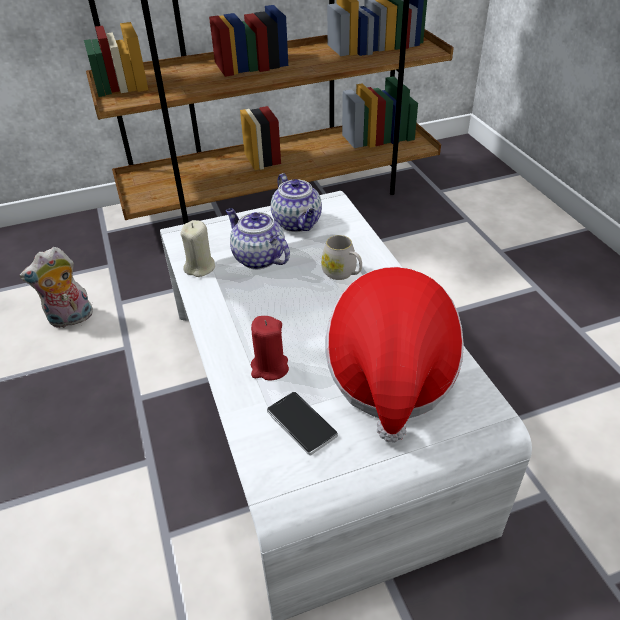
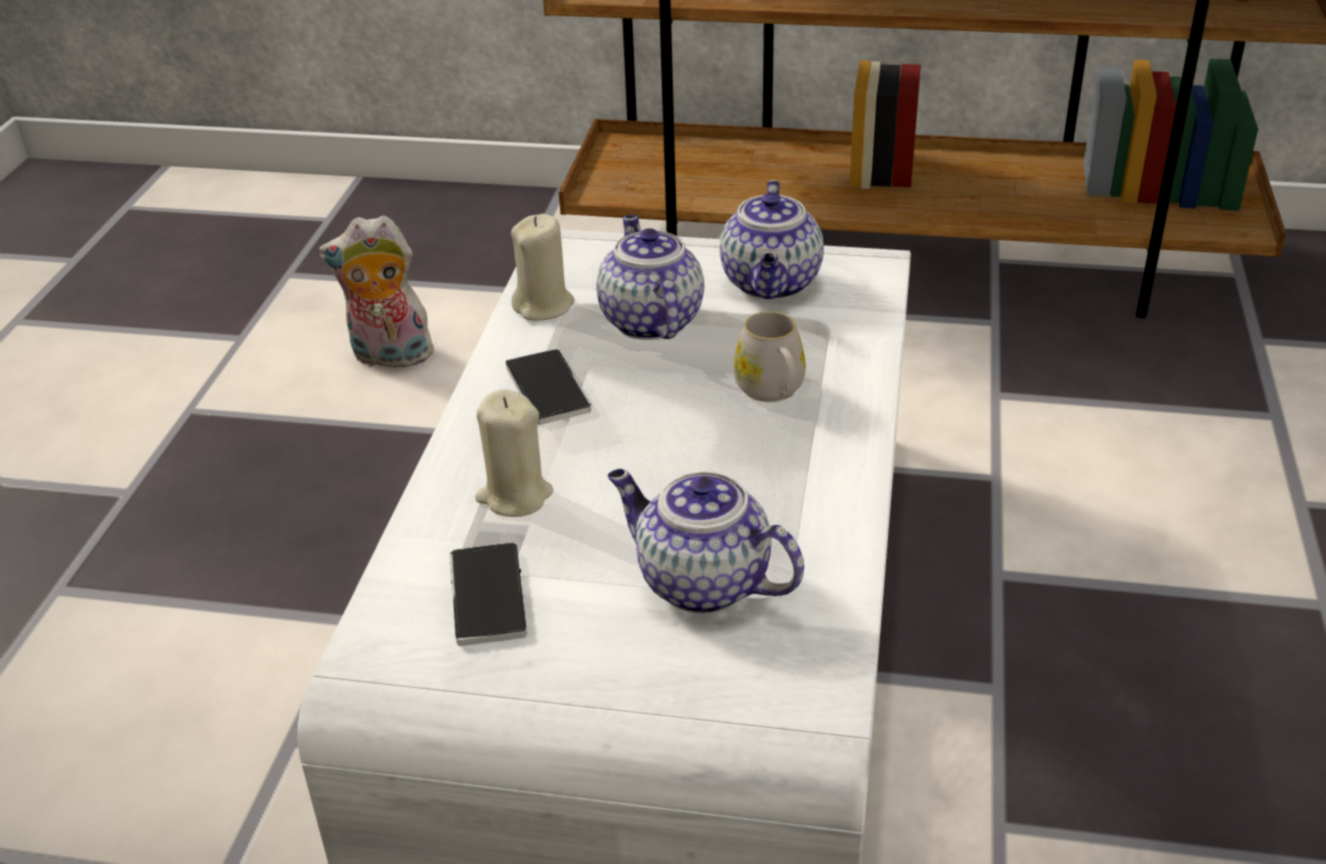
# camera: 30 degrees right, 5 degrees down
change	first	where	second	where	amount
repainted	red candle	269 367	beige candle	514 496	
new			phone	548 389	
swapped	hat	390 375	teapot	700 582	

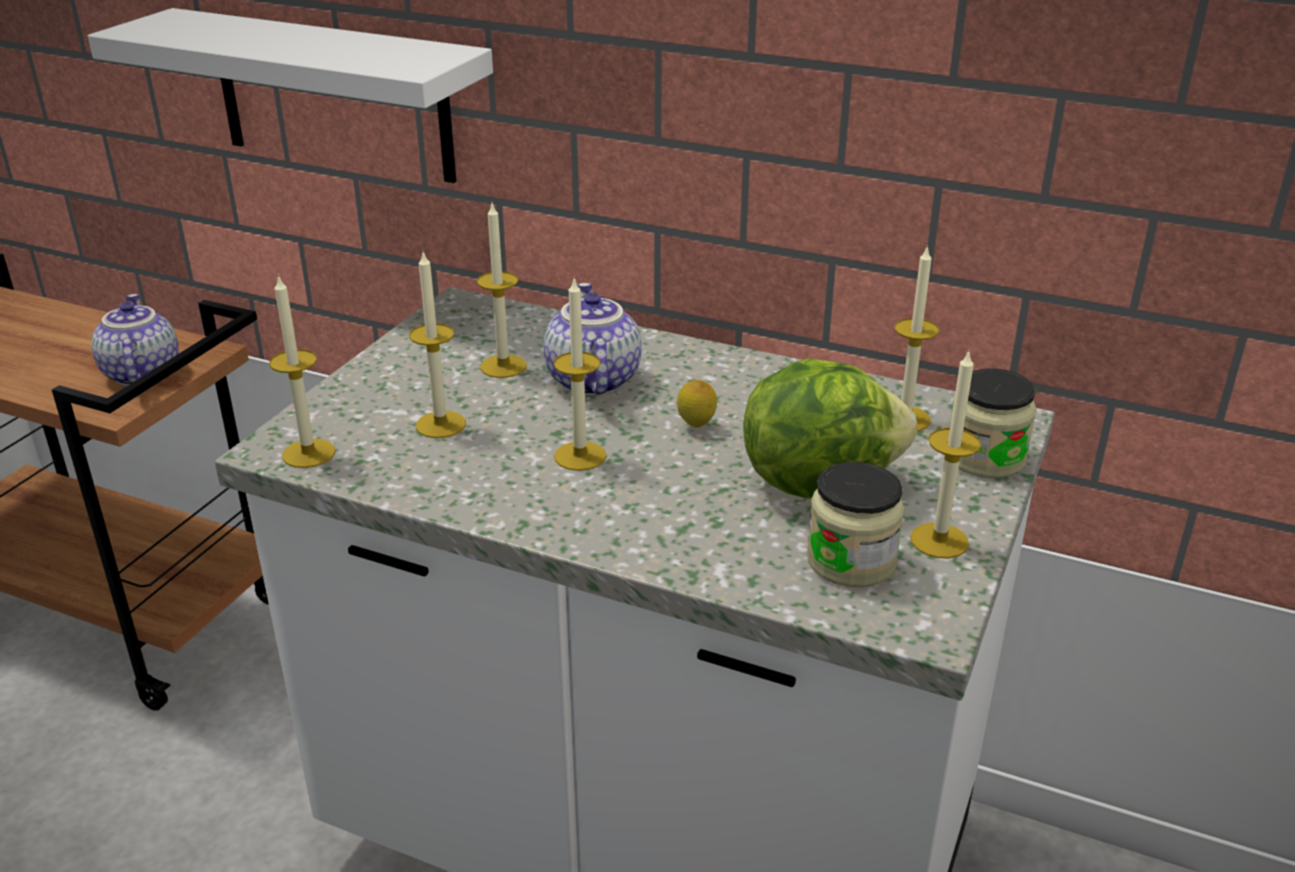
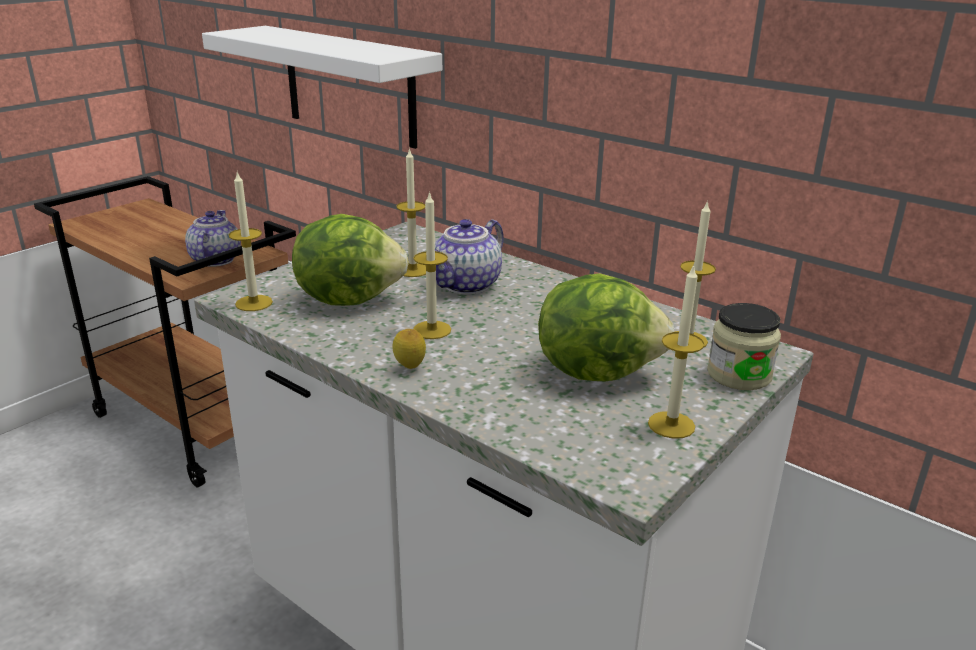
# camera: 15 degrees right, 5 degrees down
change	first	where	second	where	amount
swapped	candle	441 424	lettuce	349 298	
shifted	lemon	696 427		409 368	
rotated	teapot	590 380		467 286	150 degrees counterclockwise
gone	jar	851 561			

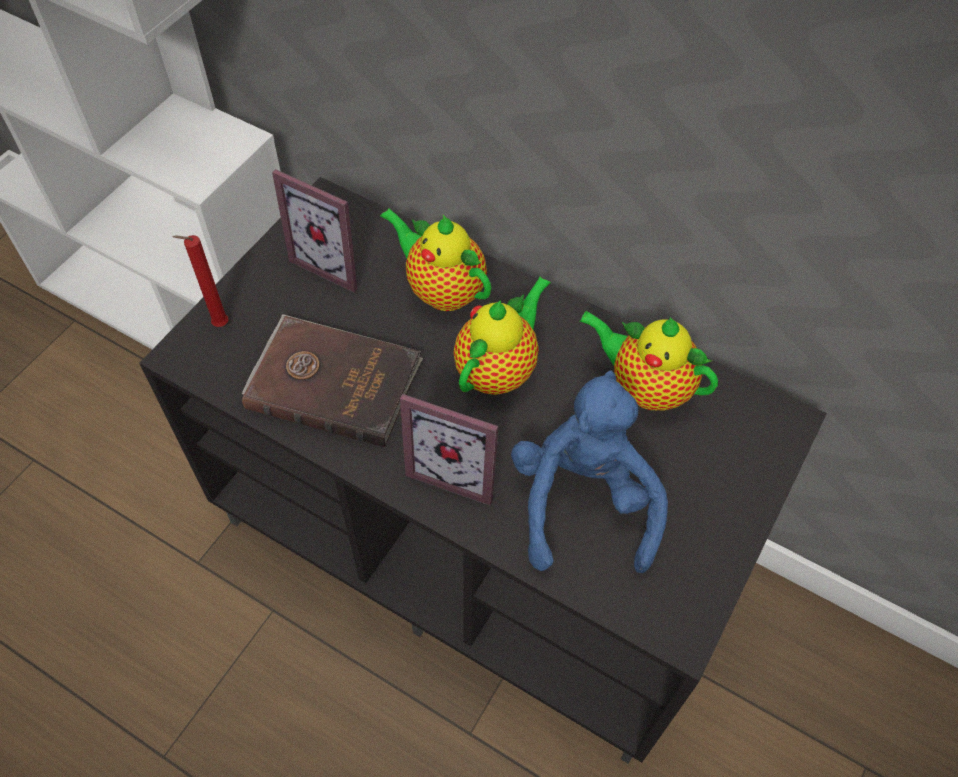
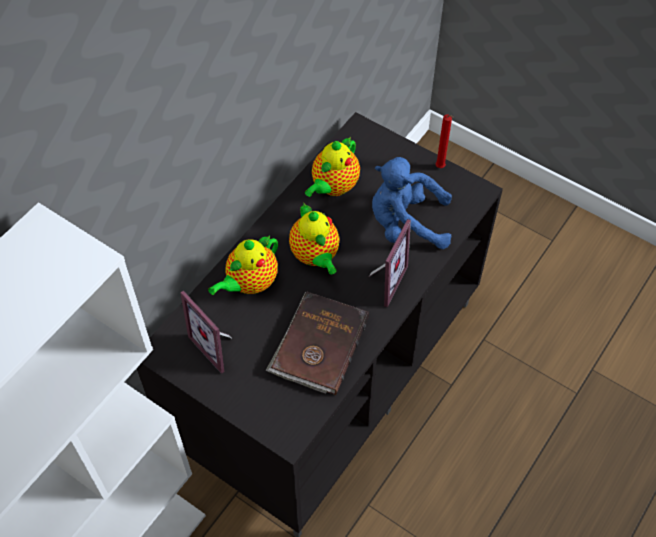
# camera: 85 degrees left, 0 degrees up
change	first	where	second	where	amount
rotated	picture frame	334 261		217 346	105 degrees clockwise
rotated	teapot	499 369		315 256	150 degrees counterclockwise
shifted	red candle	218 325		440 168	

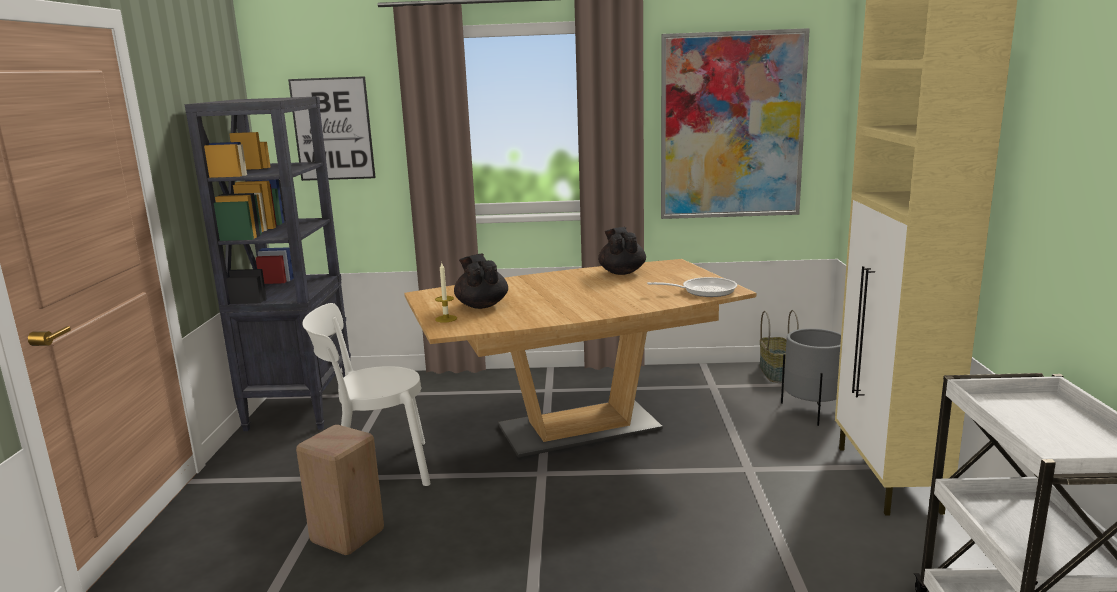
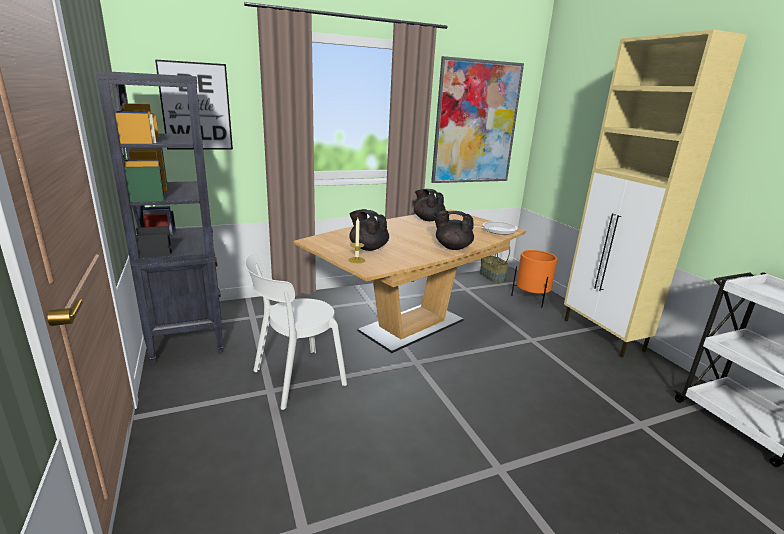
# camera: 25 degrees left, 5 degrees up
change	first	where	second	where	amount
new			black teapot	452 247	
repainted	grey planter	812 410	orange planter	531 298	
gone	beige stool	347 535			

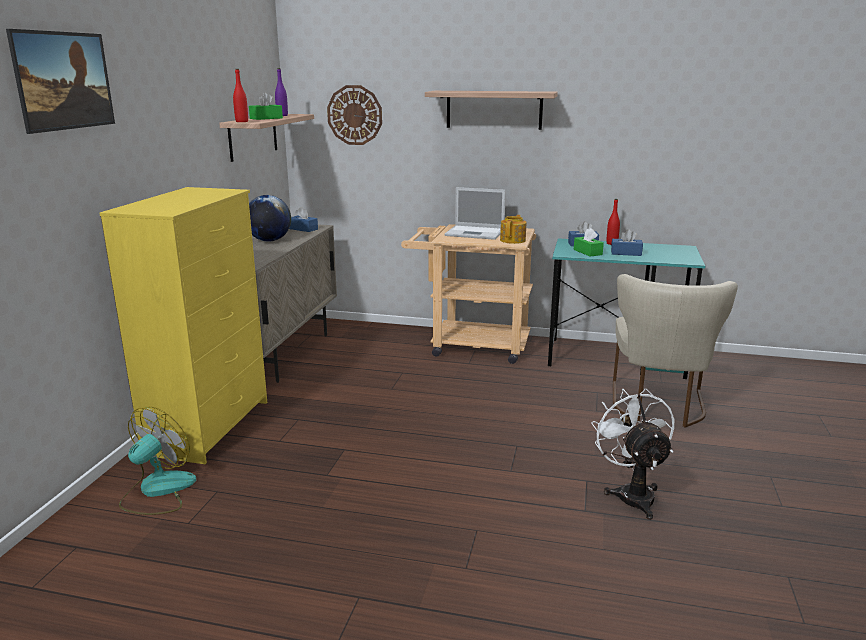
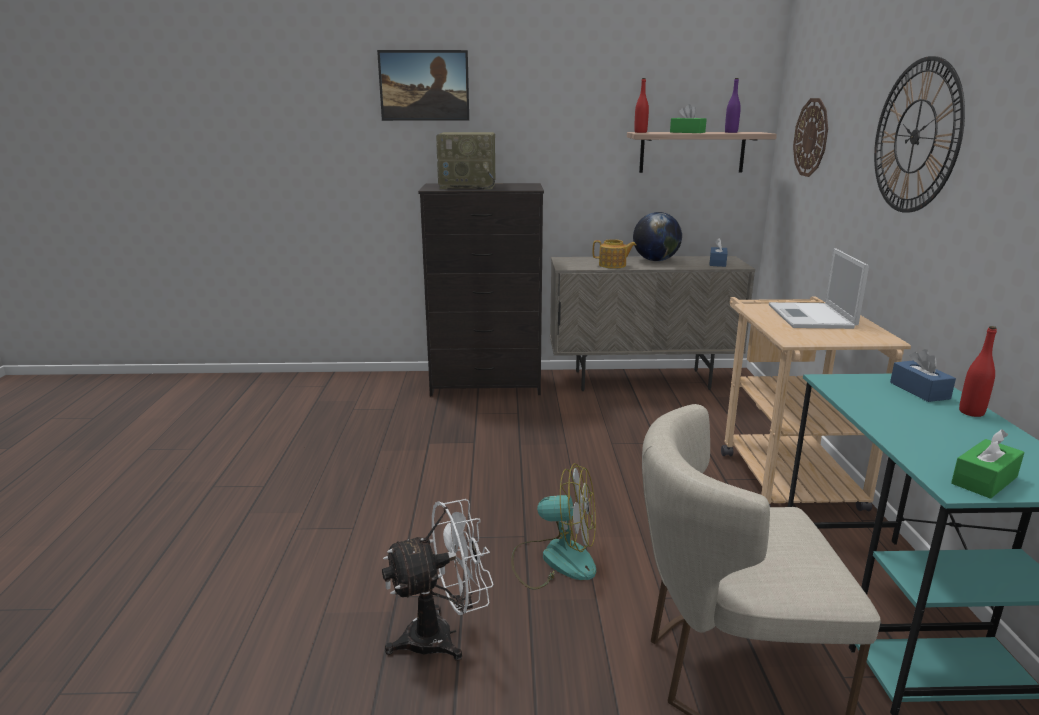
# camera: 75 degrees right, 0 degrees up
change	first	where	second	where	amount
repainted	yellow dresser	210 426	black dresser	486 385	
new			radio	469 186	
shifted	fan	157 491		555 559	
shifted	teapot	513 240		613 265	
swapped	shelf	494 110	wall clock	915 136	
shifted	green tissue box	587 252		984 480	
gone	blue tissue box	626 253			

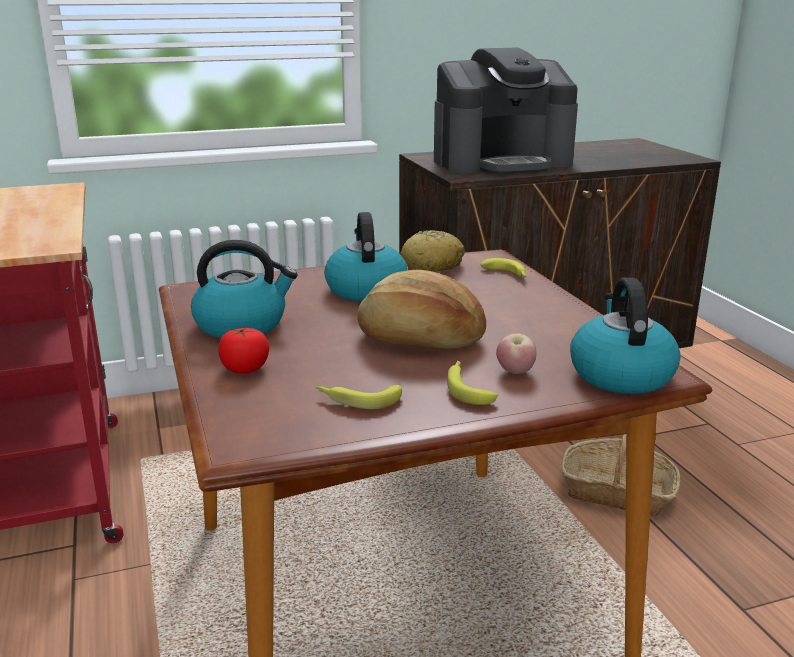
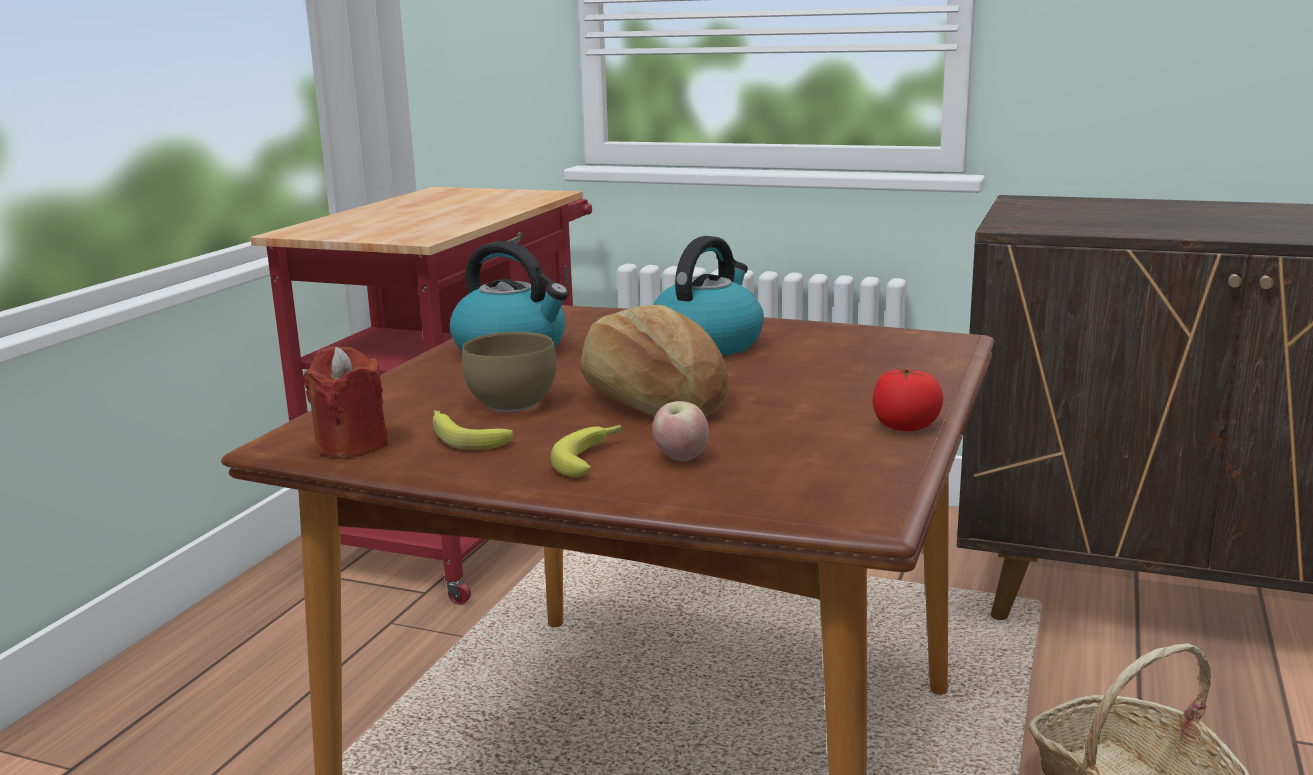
# camera: 40 degrees right, 5 degrees down
change	first	where	second	where	amount
new			red candle	351 446	
new			brown bowl	512 405	
shifted	tomato	245 369		905 426	
gone	bread	432 265			
gone	coffee machine	502 162			
gone	banana	507 275			
gone	kettle	620 374			

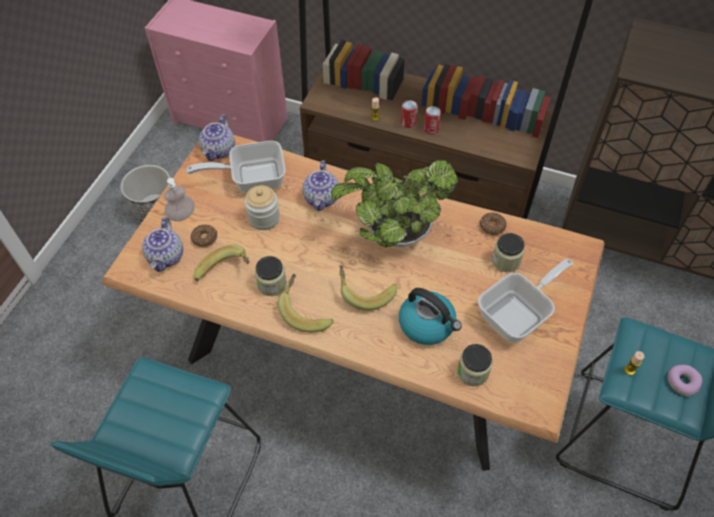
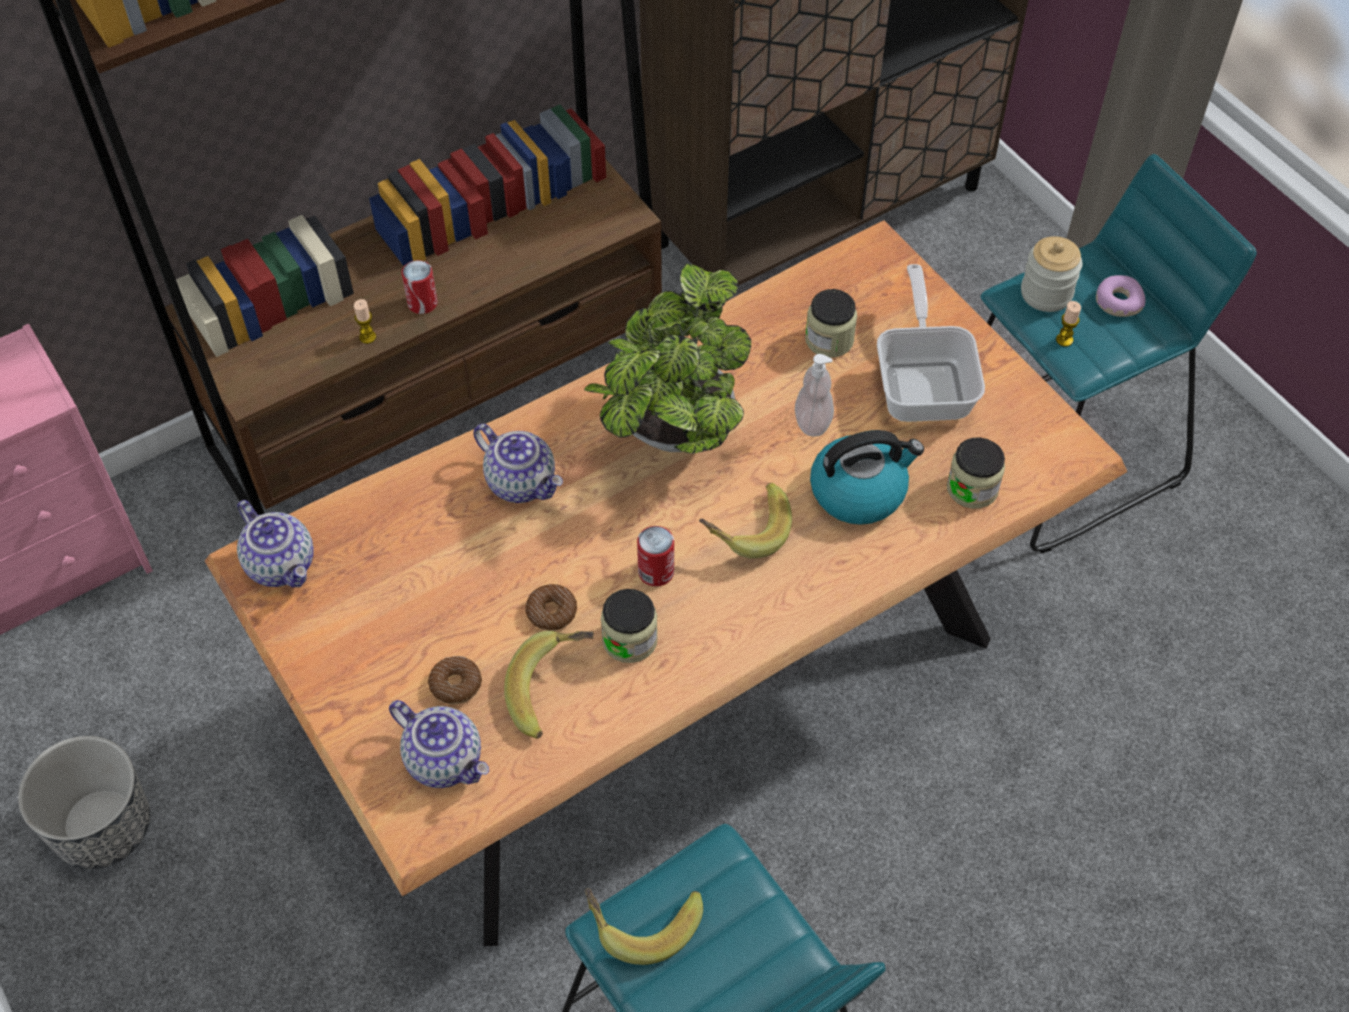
# camera: 55 degrees left, 0 degrees up
change	first	where	second	where	amount
shifted	donut	492 226		551 612	
shifted	banana	306 311		642 921	
shifted	can	431 129		656 572	
shifted	soap dispenser	182 215		812 422	
shifted	jar	264 218		1046 293	
gone	frying pan	251 179			

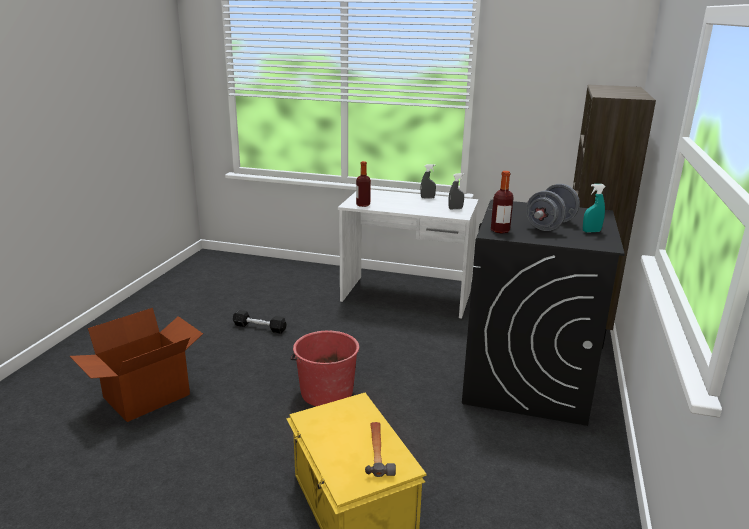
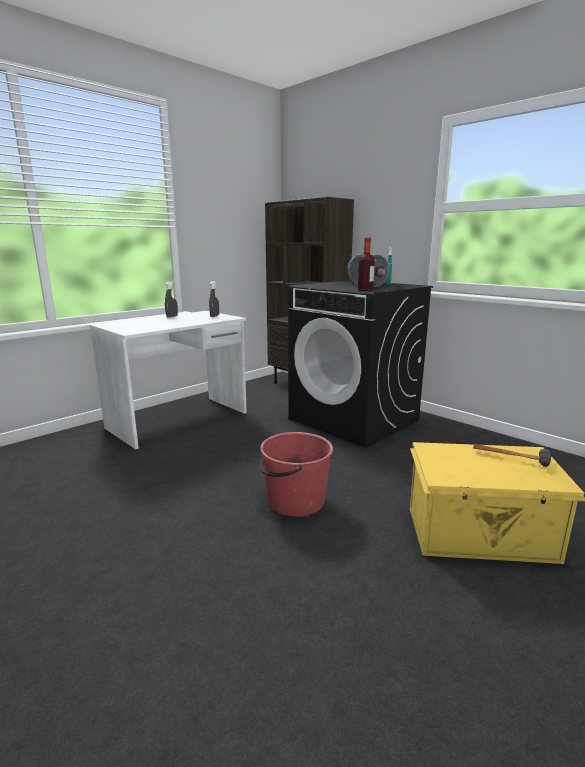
# camera: 60 degrees left, 5 degrees down
change	first	where	second	where	amount
gone	cardboard box	147 397			
gone	black dumbbell	260 327			
gone	bottle	363 205			

